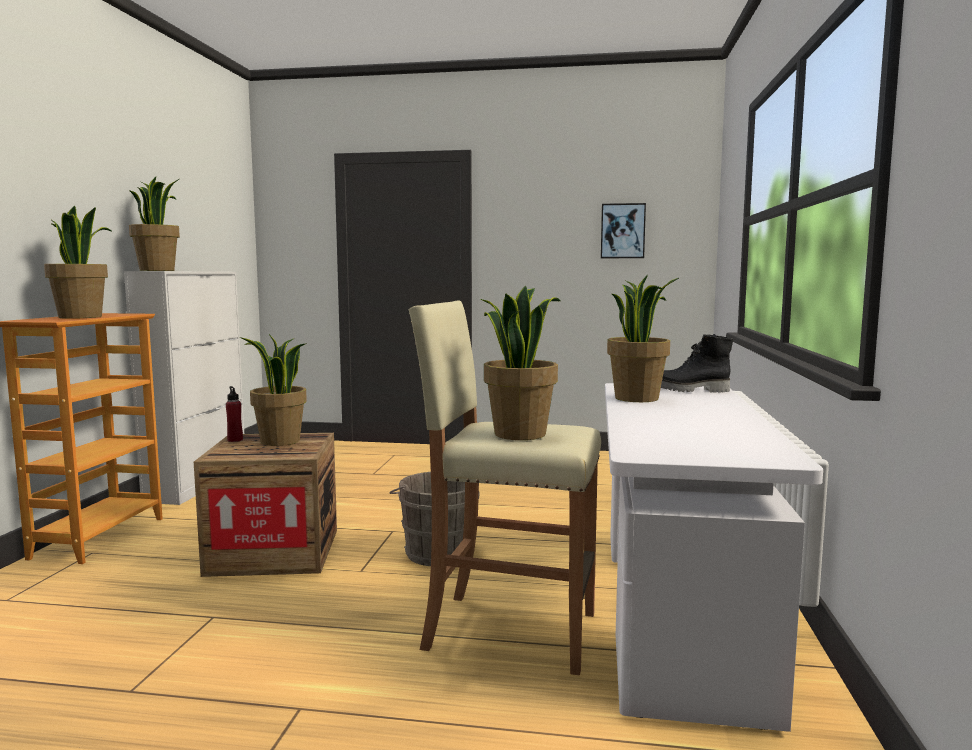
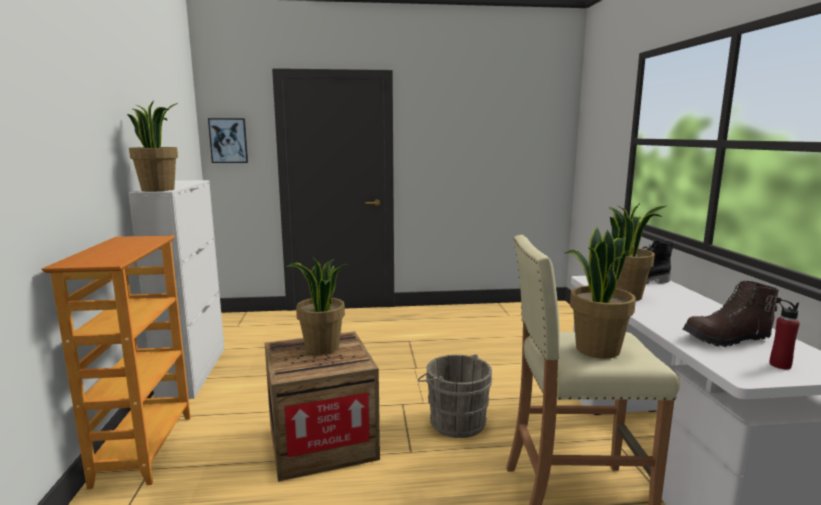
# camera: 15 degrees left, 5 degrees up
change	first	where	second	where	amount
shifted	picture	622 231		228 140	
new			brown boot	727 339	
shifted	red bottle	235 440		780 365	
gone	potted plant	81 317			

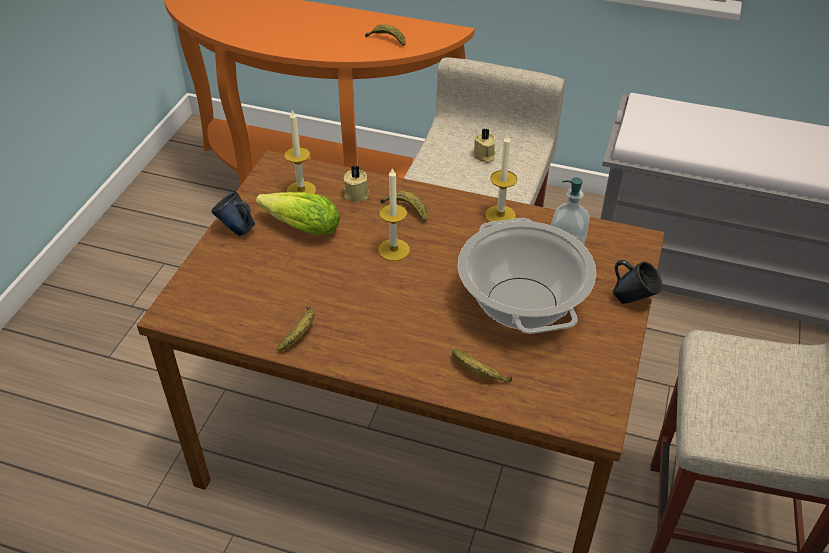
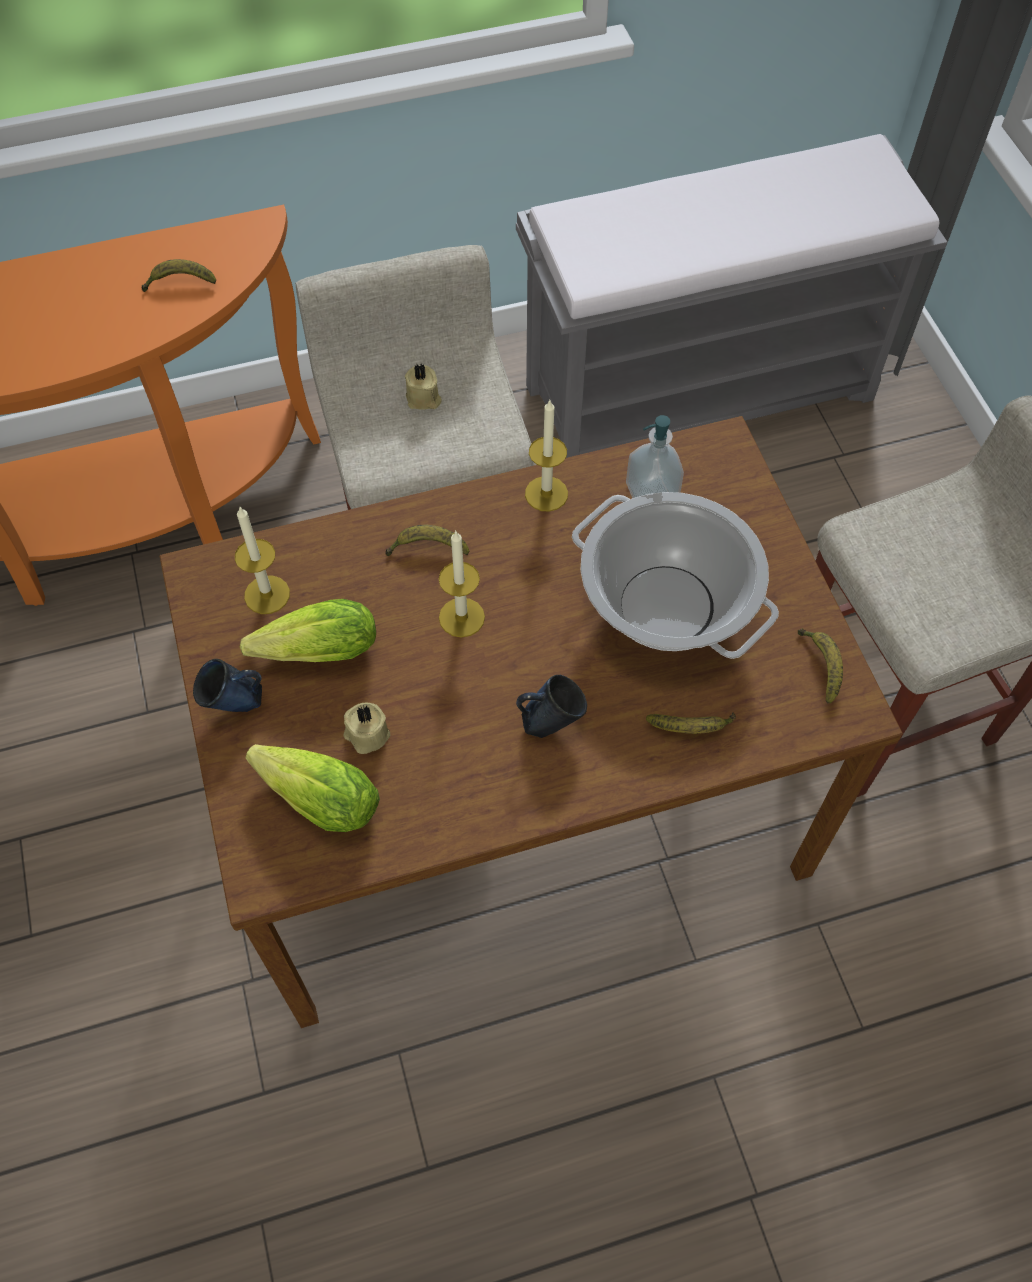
# camera: 35 degrees left, 15 degrees up
change	first	where	second	where	amount
new			lettuce	314 796	
shifted	beige candle	356 194		366 734	
shifted	blue mug	632 300		550 723	
shifted	banana	300 333		821 666	

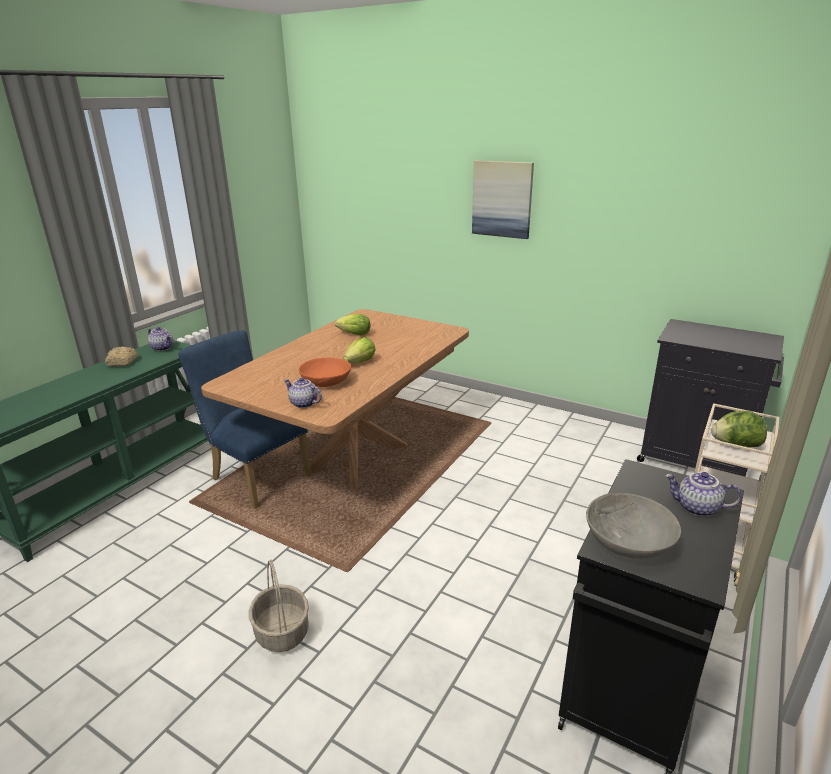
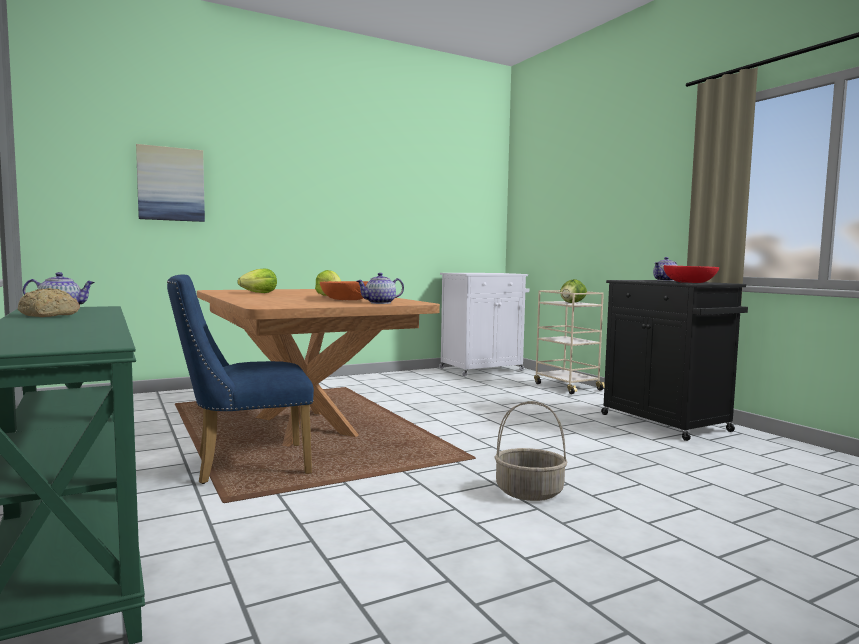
# camera: 60 degrees left, 20 degrees down
change	first	where	second	where	amount
shifted	picture	502 199		171 184	
repainted	black cabinet	696 460	white cabinet	483 369	
repainted	grey bowl	628 542	red bowl	690 282	

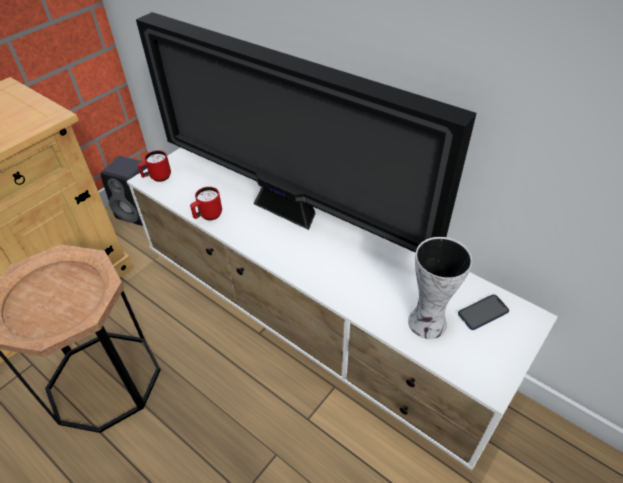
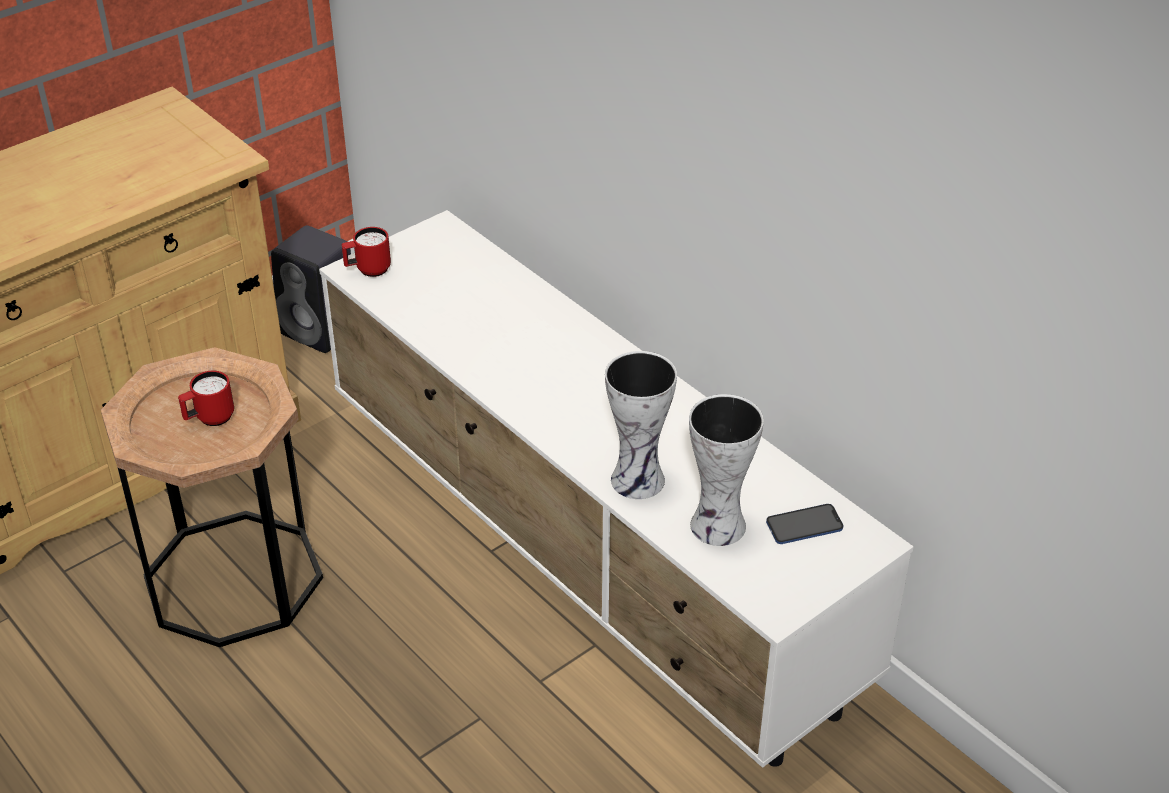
# camera: 10 degrees right, 5 degrees down
change	first	where	second	where	amount
shifted	red mug	208 216		209 419	
new			vase	640 479	
gone	television	290 213			

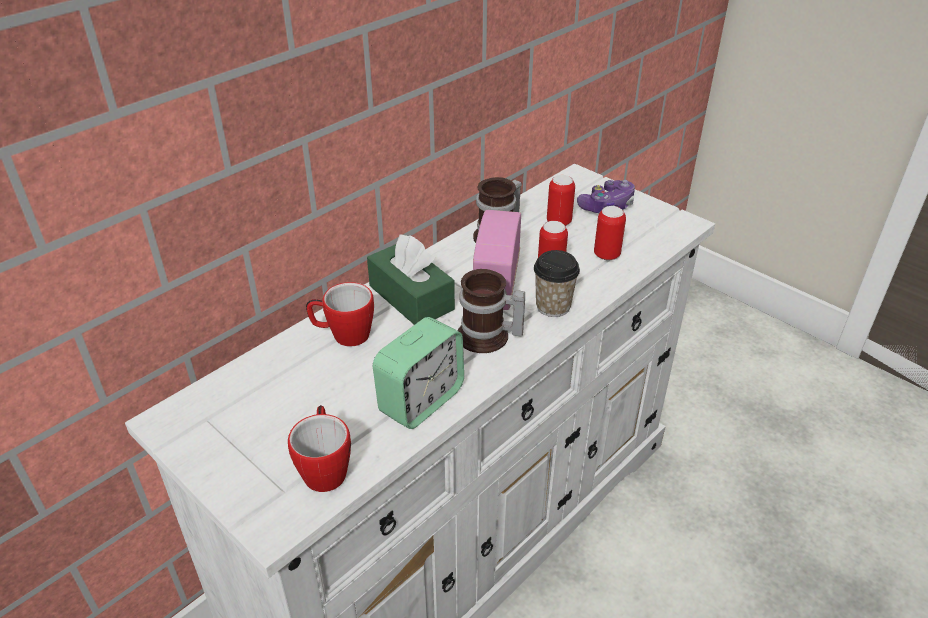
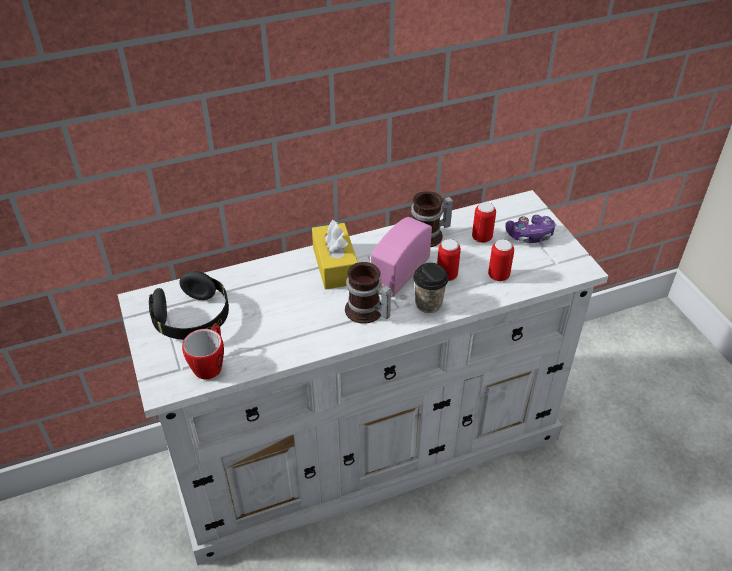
# camera: 25 degrees right, 5 degrees up
change	first	where	second	where	amount
new			black headphones	193 319	
repainted	green tissue box	411 298	yellow tissue box	335 265	
gone	mug	343 335			
gone	alarm clock	421 401			

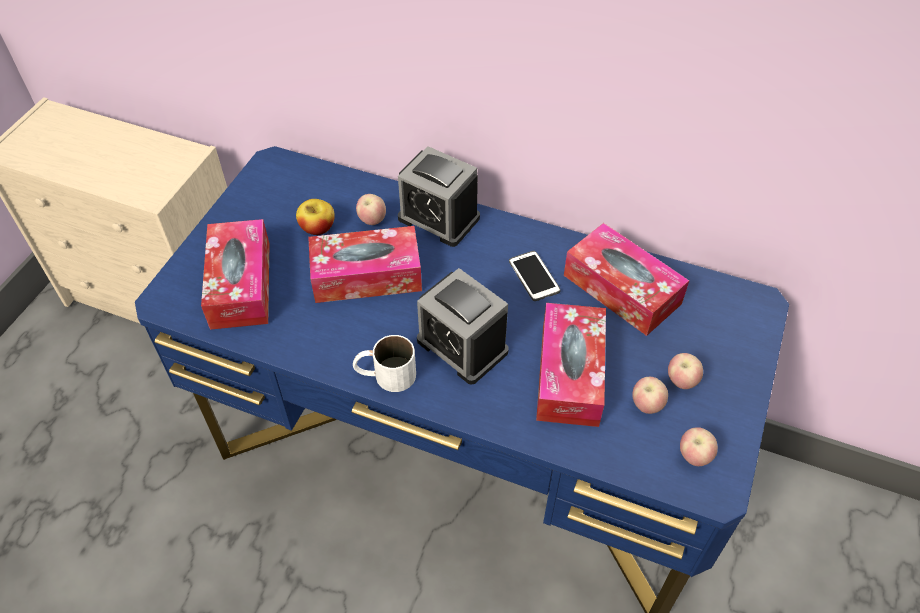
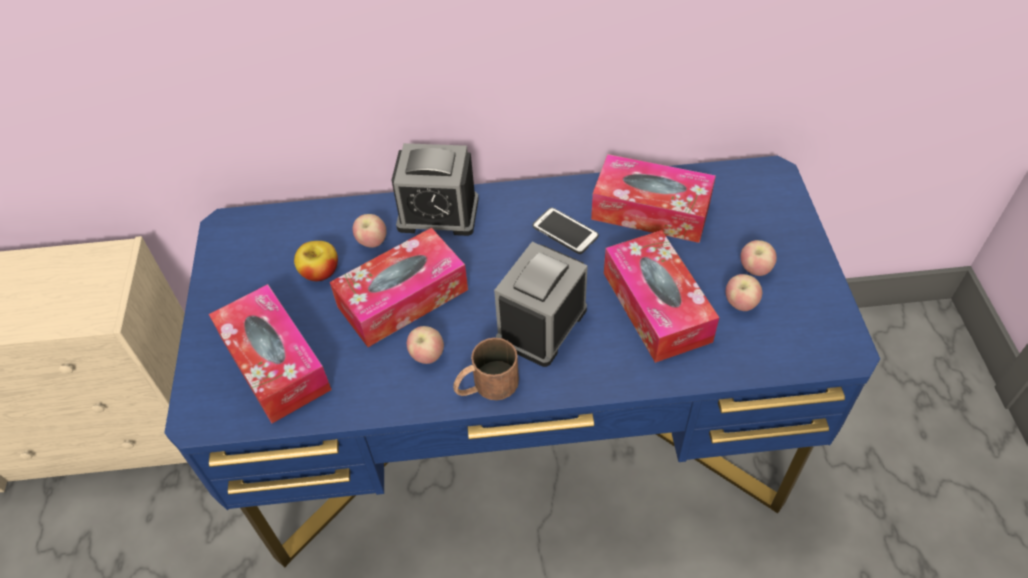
# camera: 25 degrees left, 0 degrees up
change	first	where	second	where	amount
shifted	apple	694 456		427 356	
repainted	white mug	385 375	brown mug	486 386	
rotated	alarm clock	462 346		542 325	105 degrees clockwise

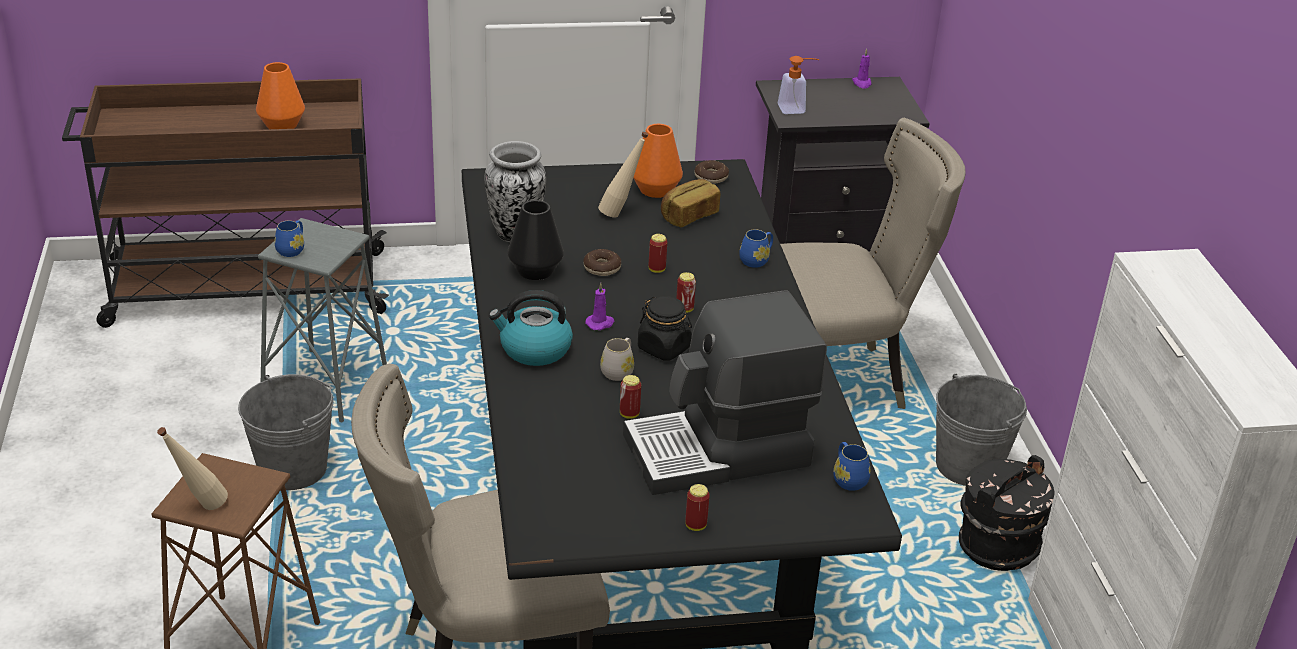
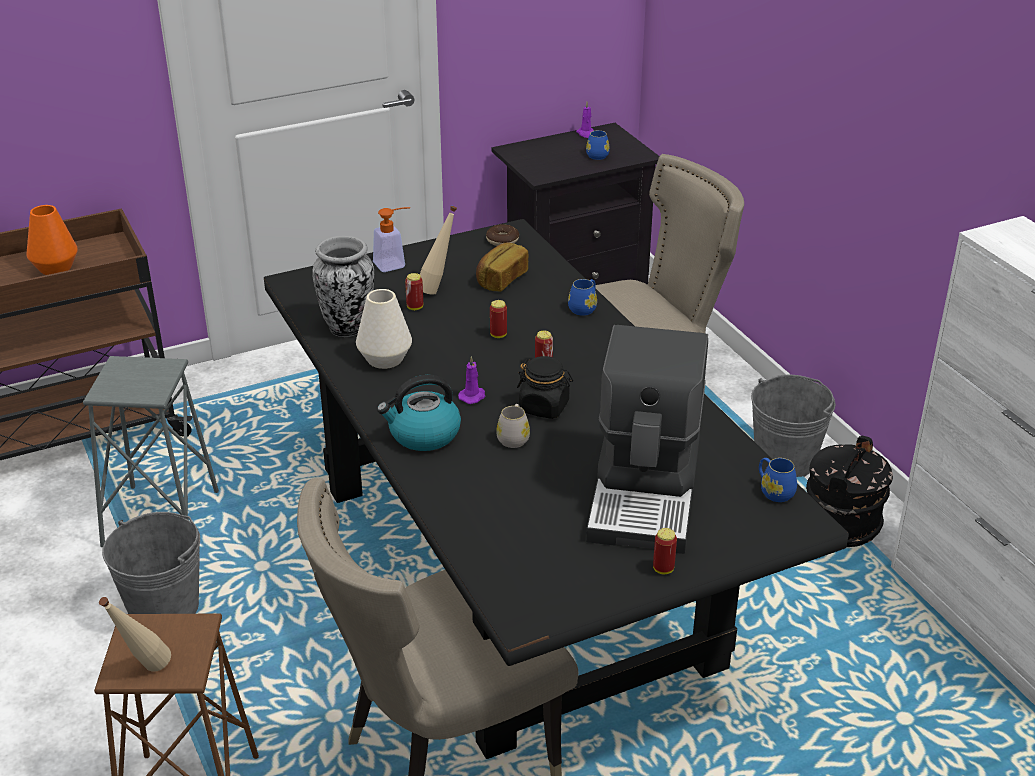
# camera: 15 degrees left, 0 degrees up
change	first	where	second	where	amount
repainted	black vase	535 270	white vase	385 359	
shifted	soap dispenser	796 109		394 264	
shifted	can	629 414		415 307	
shifted	blue mug	292 249		597 154	
rotated	coffee machine	719 452		647 493	45 degrees counterclockwise
gone	donut	602 268			
gone	orange vase	656 190			

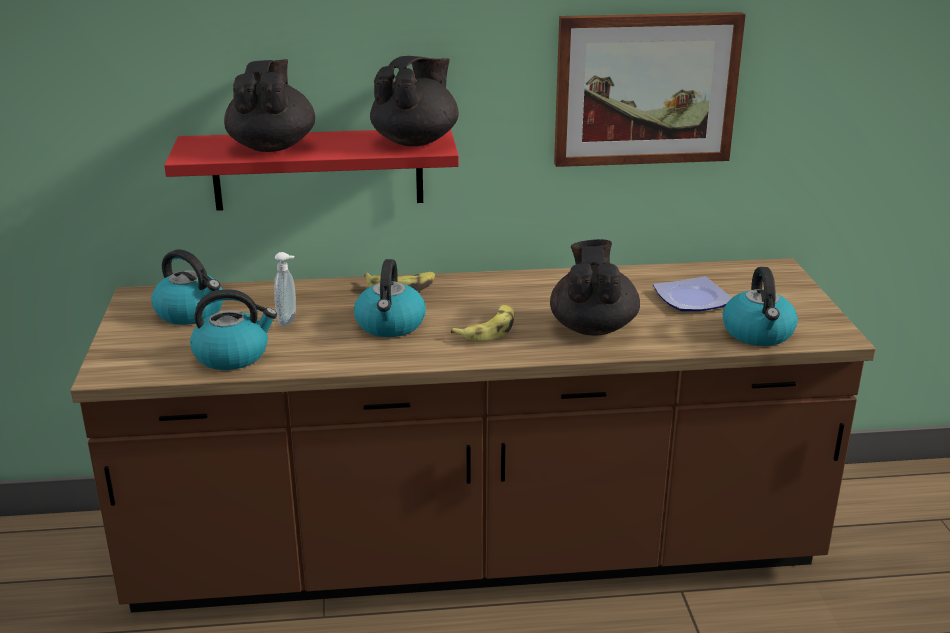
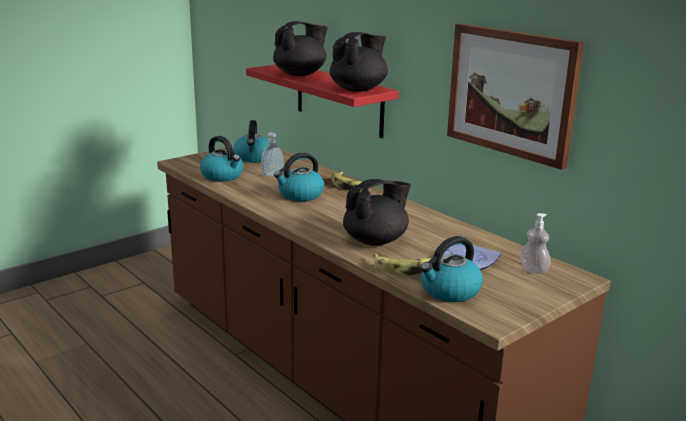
# camera: 55 degrees right, 5 degrees down
change	first	where	second	where	amount
rotated	black teapot	416 141		359 89	45 degrees counterclockwise
shifted	banana	488 330		403 268	
new			soap dispenser	533 270	

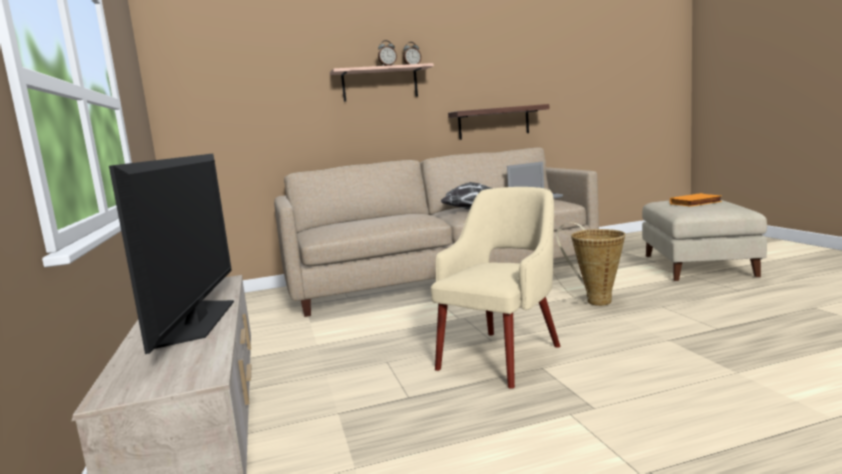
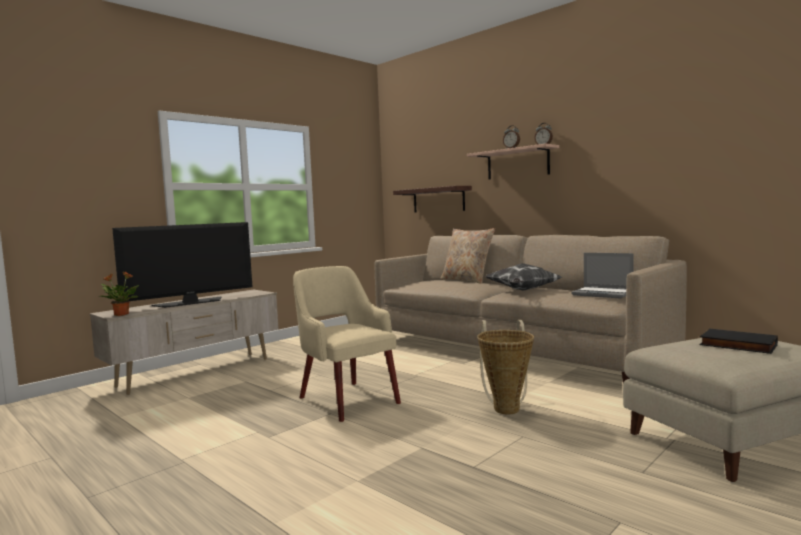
# camera: 60 degrees right, 5 degrees down
change	first	where	second	where	amount
new			potted plant	121 314	
rotated	beige armchair	502 356		347 399	135 degrees counterclockwise
shifted	shelf	493 122		438 200	
new			beige pillow	467 280	
repainted	orange book	696 203	black book	737 345	

